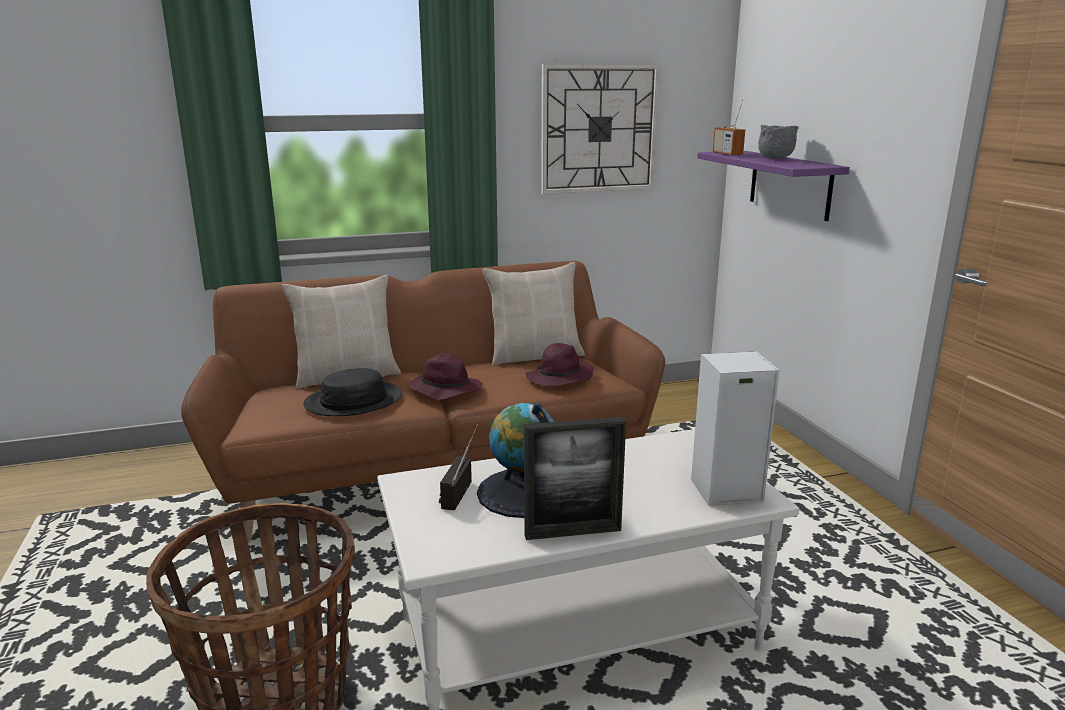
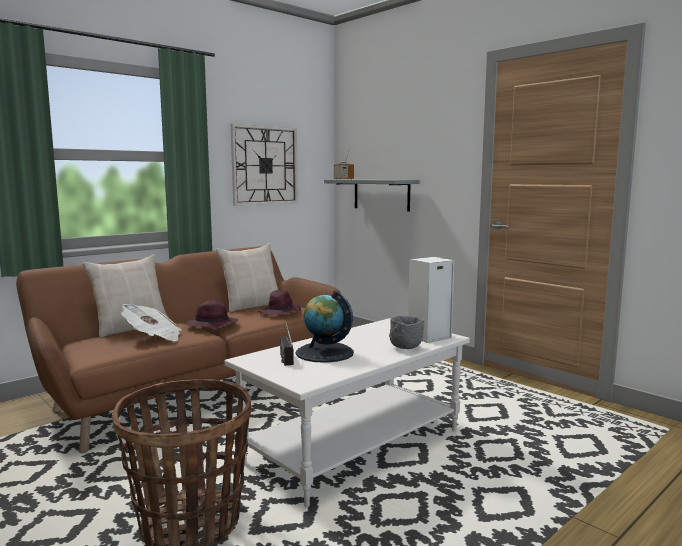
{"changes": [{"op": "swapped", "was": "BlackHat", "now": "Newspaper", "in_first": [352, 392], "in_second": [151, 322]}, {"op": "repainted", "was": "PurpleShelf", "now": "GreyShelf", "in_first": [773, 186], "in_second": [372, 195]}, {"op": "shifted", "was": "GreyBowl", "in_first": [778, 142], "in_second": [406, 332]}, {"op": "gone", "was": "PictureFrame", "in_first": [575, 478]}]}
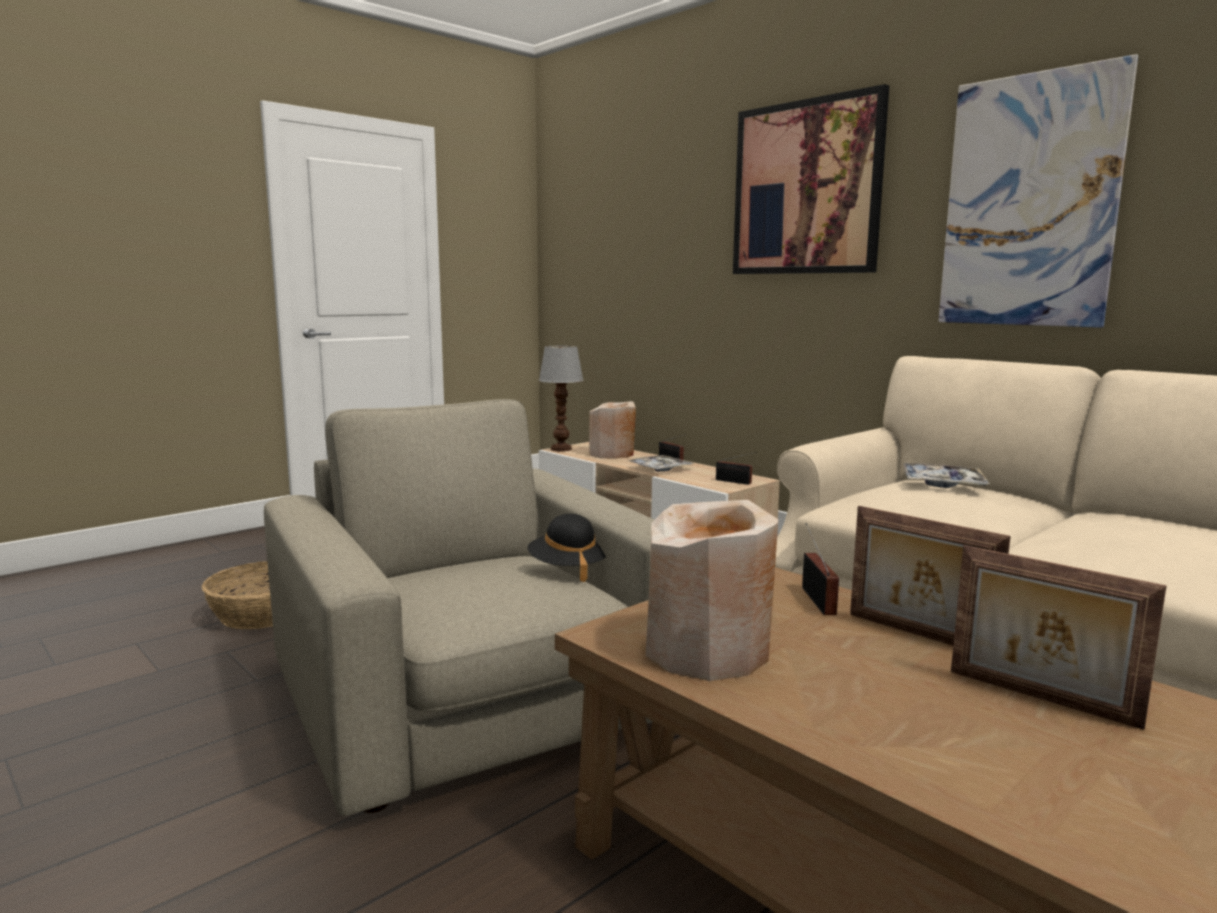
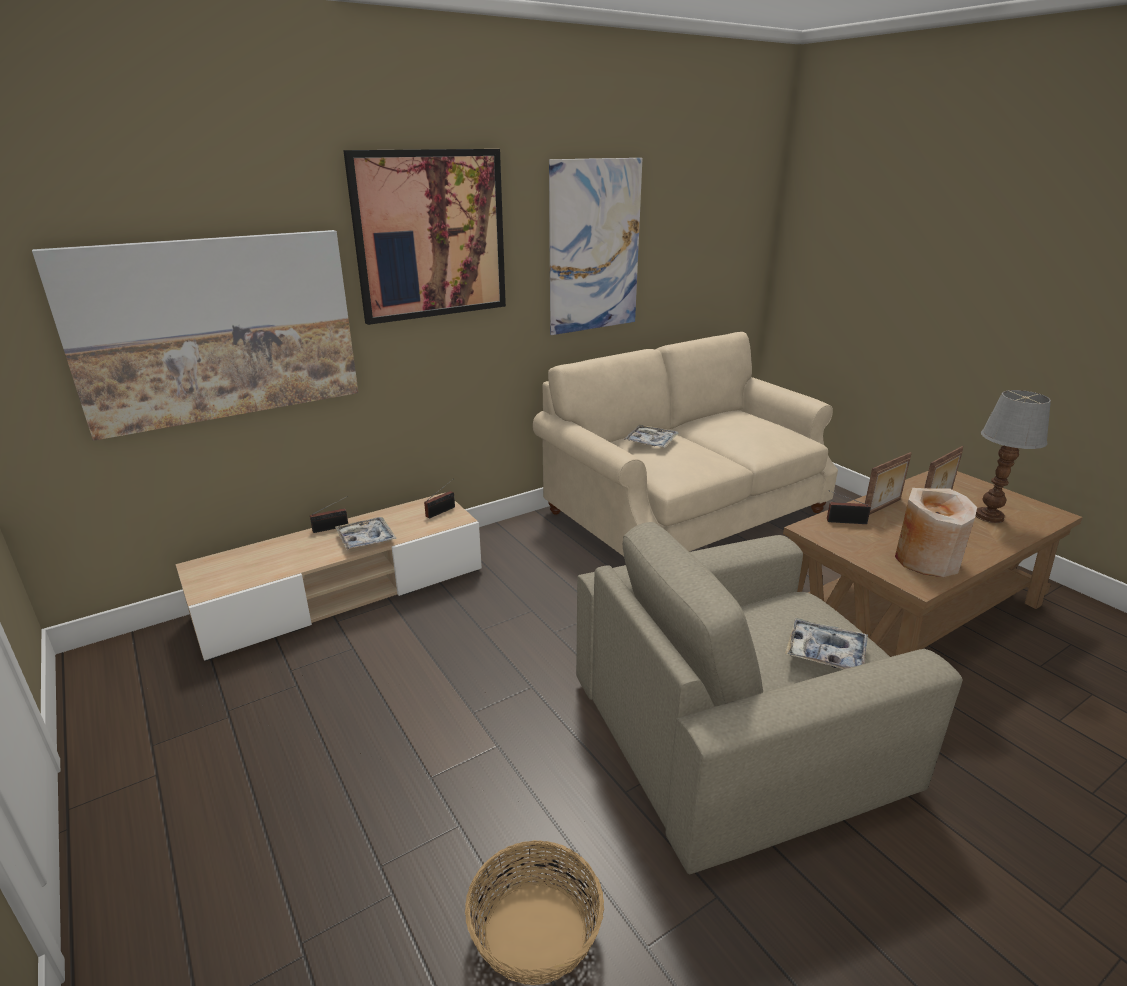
{"changes": [{"op": "new", "now": "Picture", "in_second": [195, 335]}, {"op": "new", "now": "Tray", "in_second": [826, 643]}, {"op": "shifted", "was": "TableLamp", "in_first": [561, 399], "in_second": [1013, 456]}, {"op": "gone", "was": "BlackHat", "in_first": [567, 548]}, {"op": "gone", "was": "BeigeVase", "in_first": [612, 430]}]}
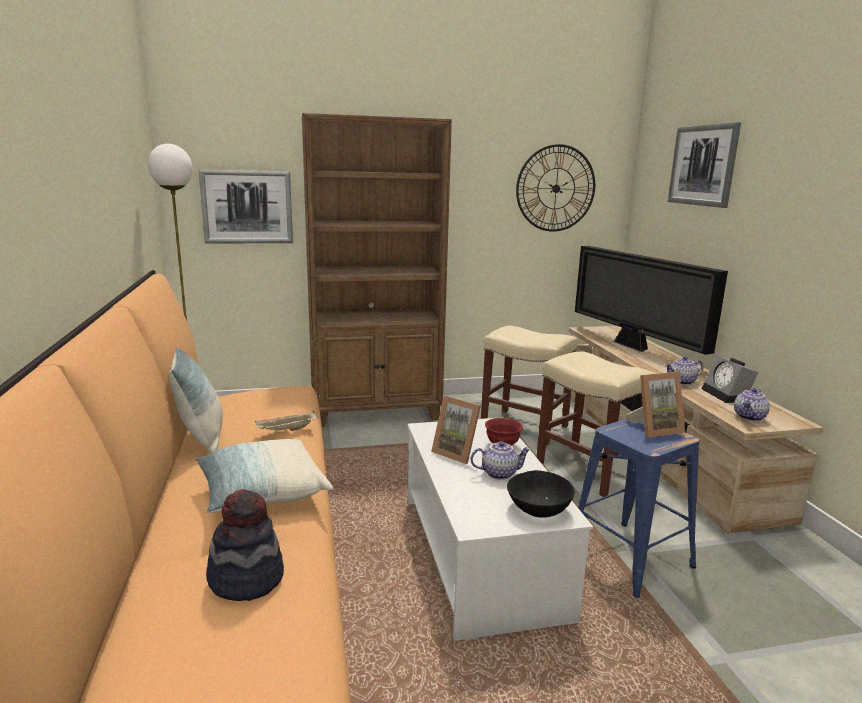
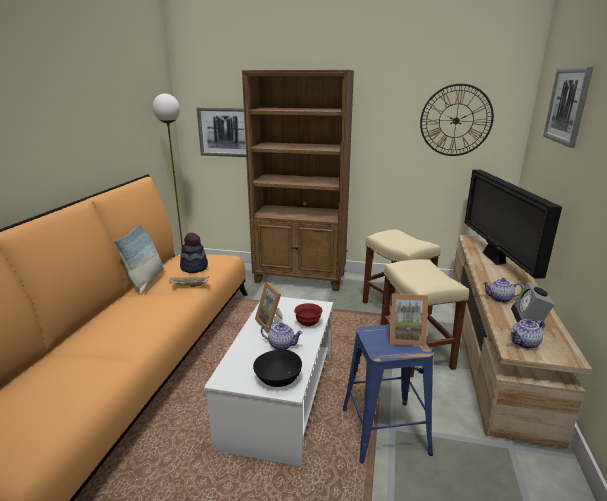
{"changes": [{"op": "shifted", "was": "Hat", "in_first": [245, 545], "in_second": [194, 253]}, {"op": "gone", "was": "Pillow", "in_first": [264, 476]}]}
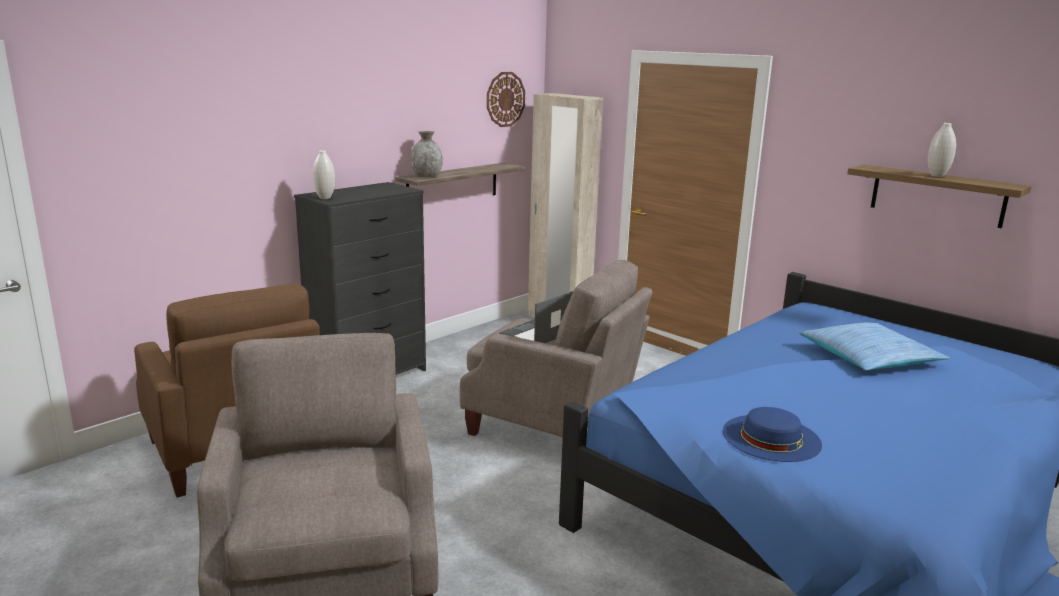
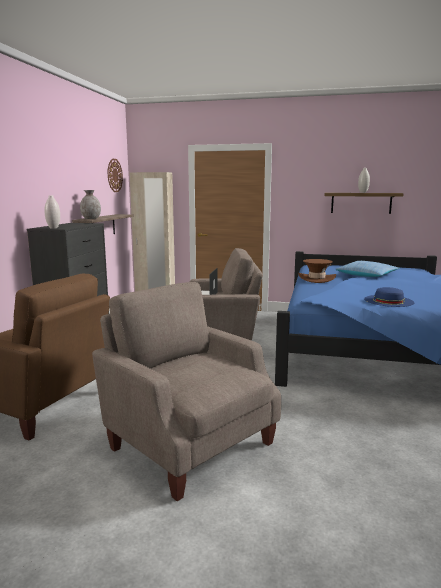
{"changes": [{"op": "new", "now": "BrownHat", "in_second": [317, 271]}]}
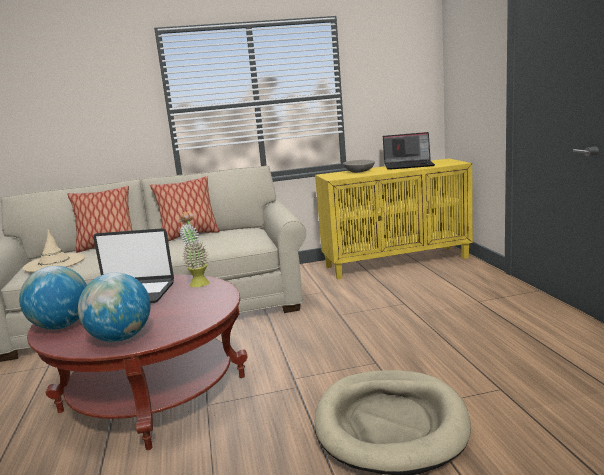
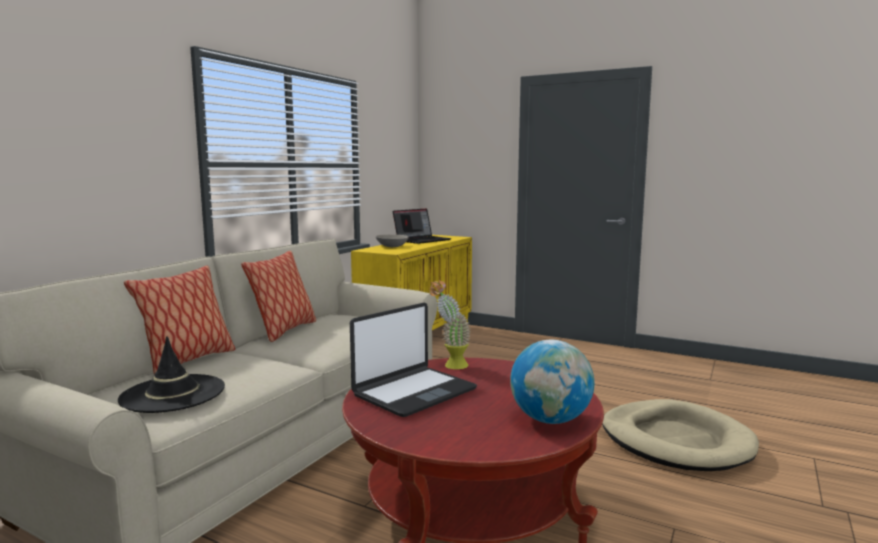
{"changes": [{"op": "repainted", "was": "BeigeHat", "now": "BlackHat", "in_first": [54, 250], "in_second": [171, 374]}, {"op": "gone", "was": "Globe", "in_first": [53, 298]}]}
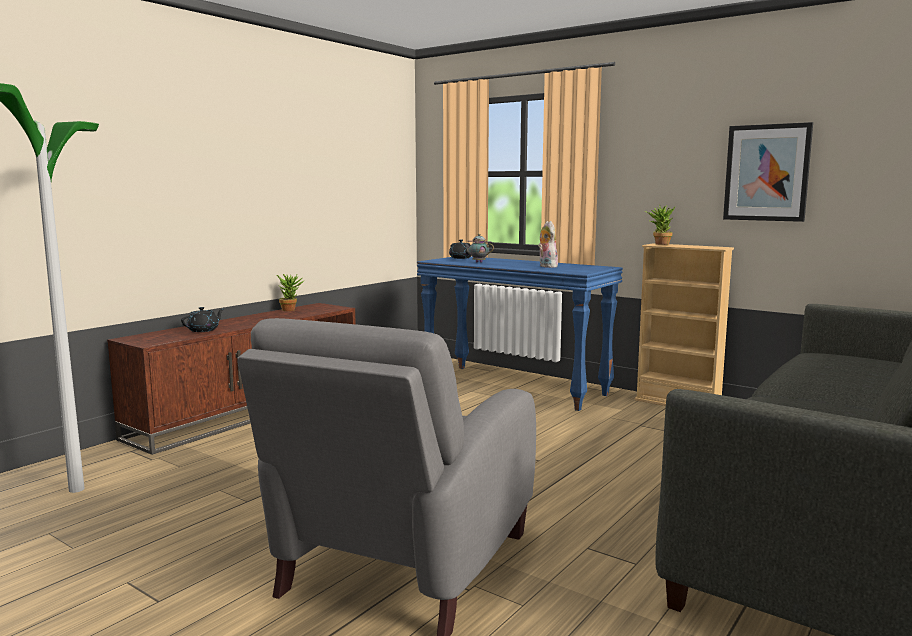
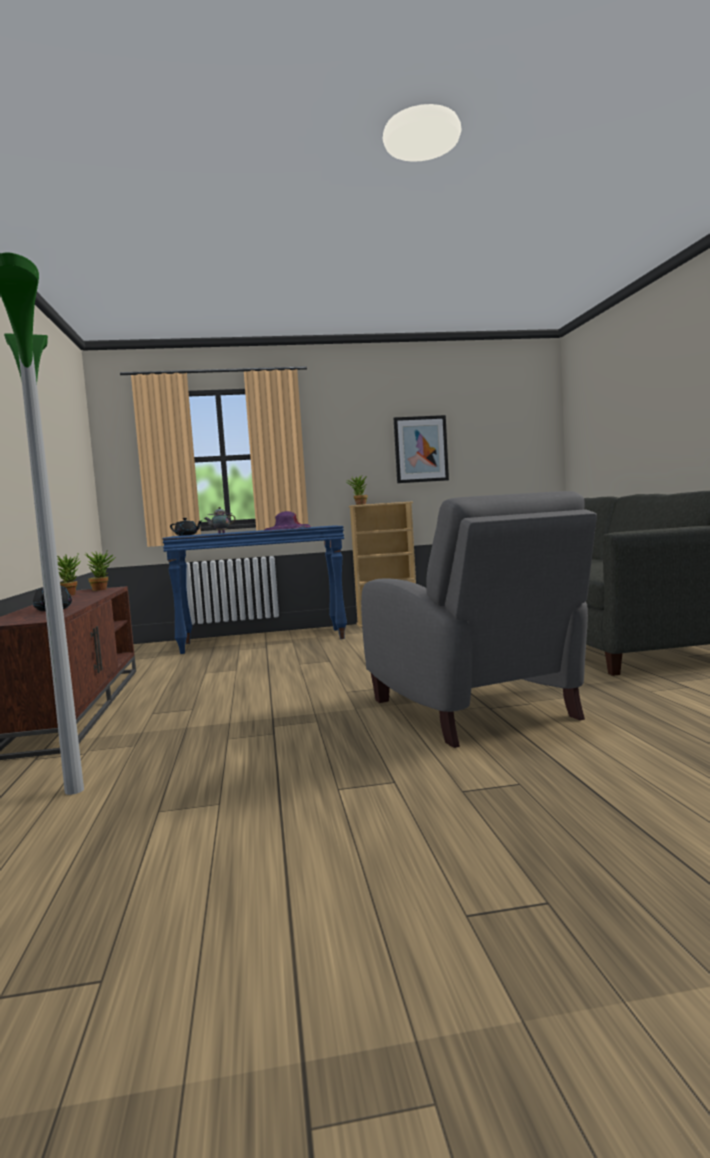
{"changes": [{"op": "new", "now": "PottedPlant", "in_second": [99, 571]}, {"op": "swapped", "was": "PlushToy", "now": "PurpleHat", "in_first": [548, 244], "in_second": [287, 520]}]}
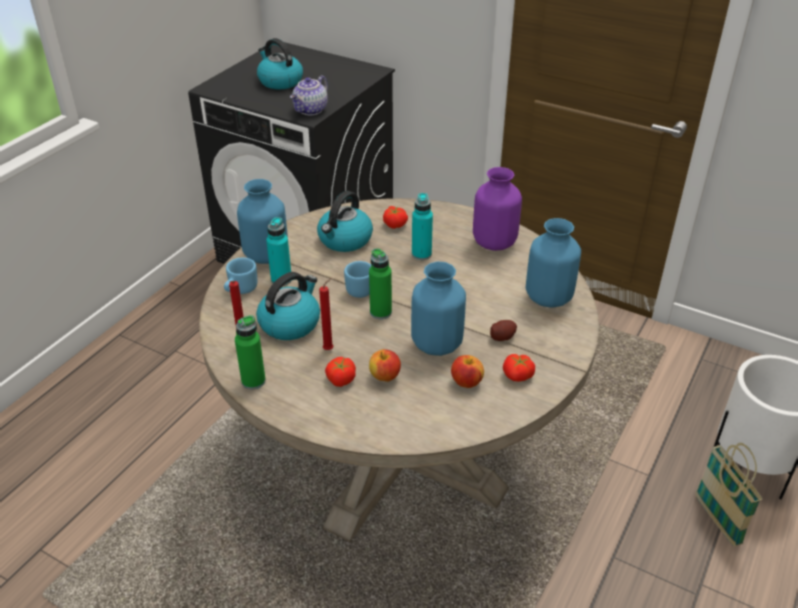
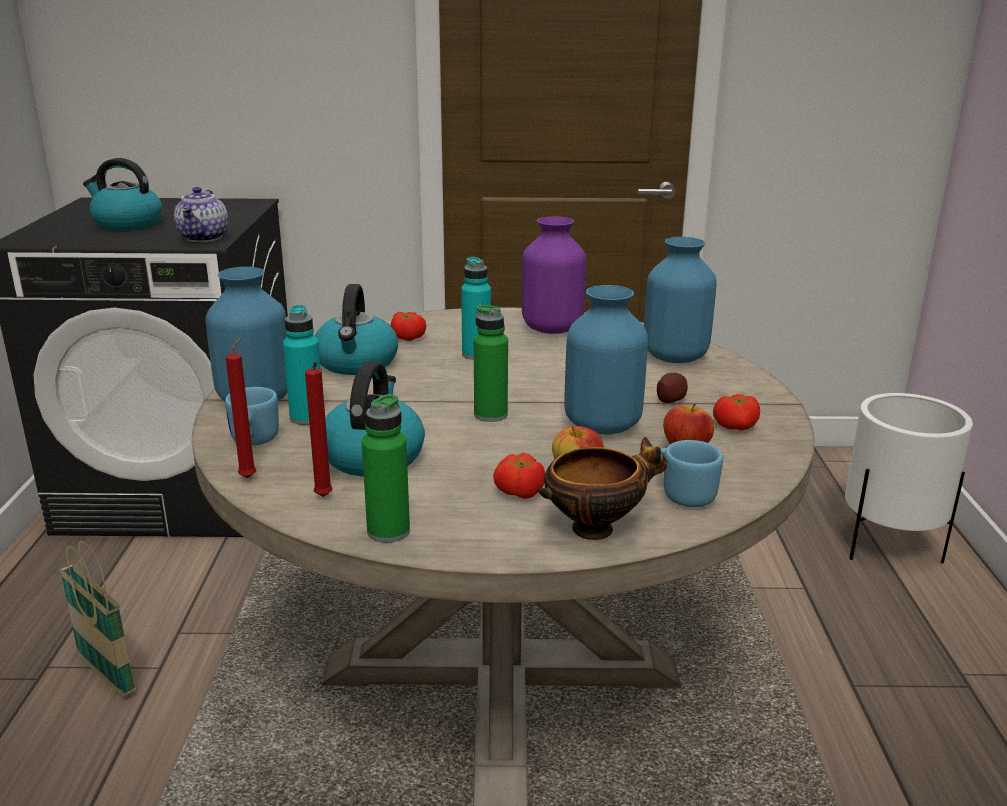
{"changes": [{"op": "shifted", "was": "Basket", "in_first": [729, 494], "in_second": [97, 619]}, {"op": "shifted", "was": "RedCandle", "in_first": [326, 314], "in_second": [241, 407]}, {"op": "new", "now": "Bowl", "in_second": [602, 488]}, {"op": "shifted", "was": "BlueMug", "in_first": [357, 279], "in_second": [692, 473]}]}
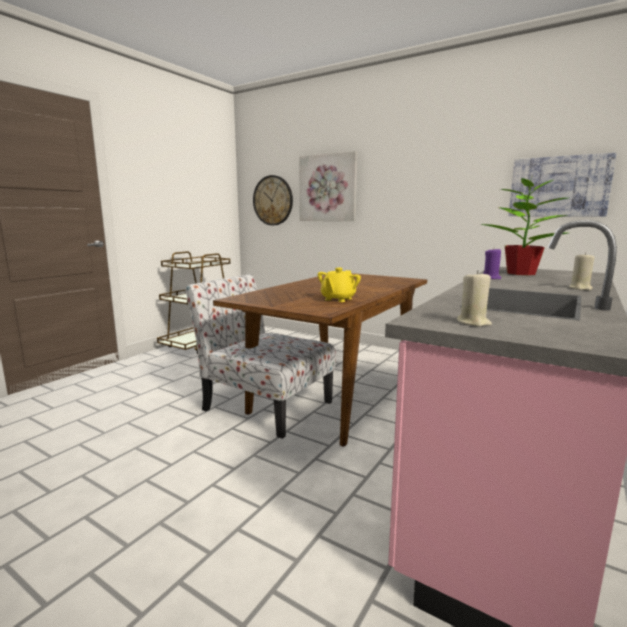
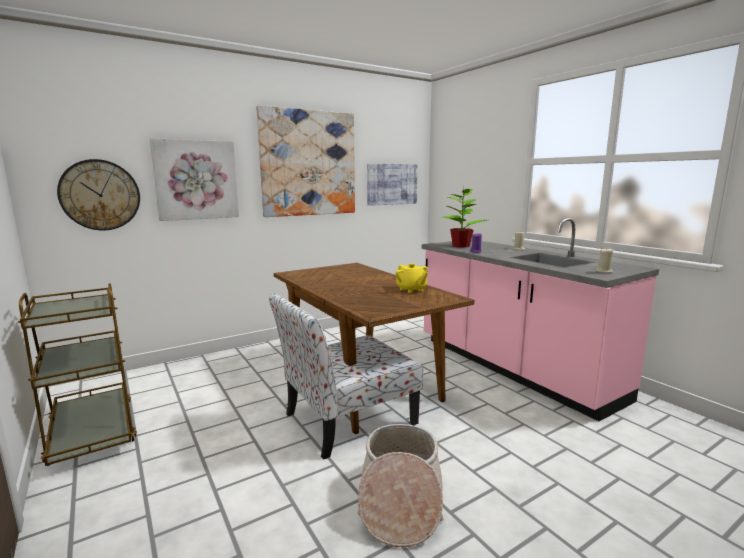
{"changes": [{"op": "new", "now": "Picture", "in_second": [305, 161]}, {"op": "new", "now": "Basket", "in_second": [400, 485]}]}
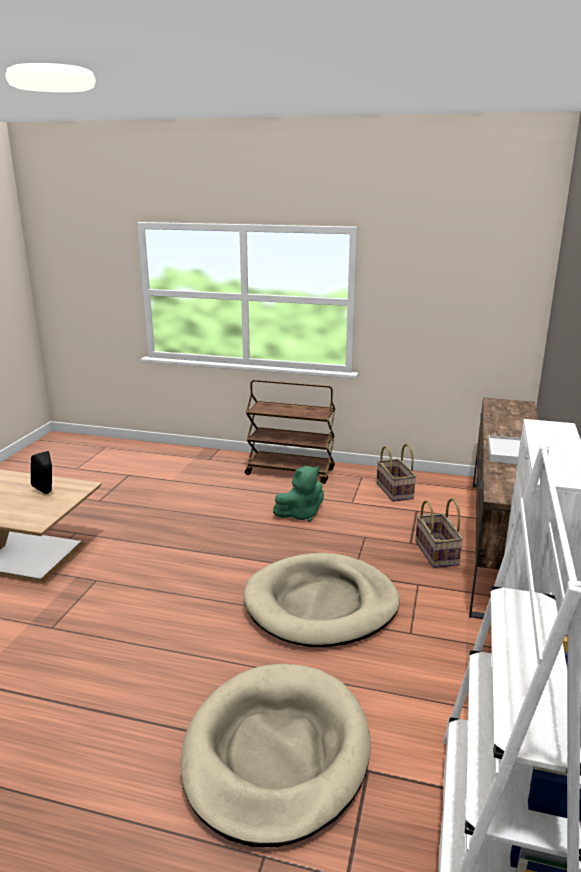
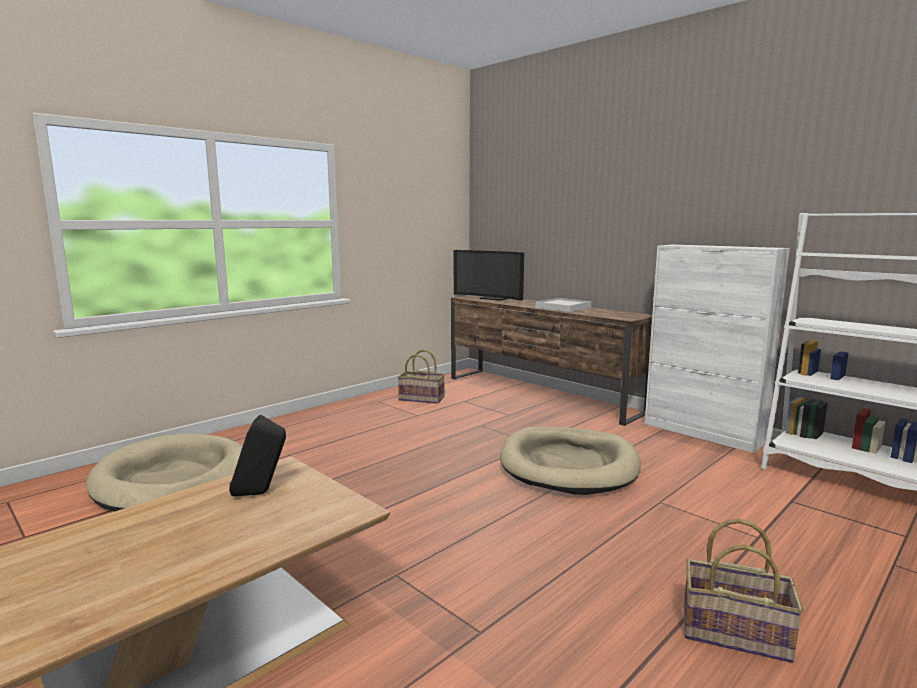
{"changes": [{"op": "shifted", "was": "BeigeDogBed", "in_first": [275, 755], "in_second": [164, 472]}, {"op": "new", "now": "Television", "in_second": [489, 275]}, {"op": "shifted", "was": "Basket", "in_first": [439, 533], "in_second": [744, 590]}, {"op": "gone", "was": "BrownCart", "in_first": [290, 432]}, {"op": "gone", "was": "GreenPlushToy", "in_first": [298, 494]}]}
